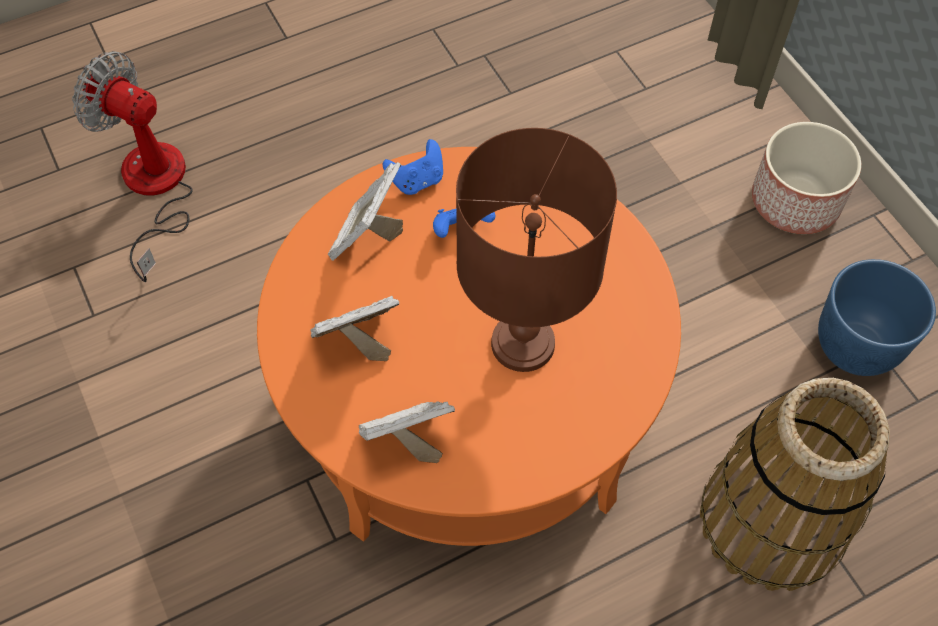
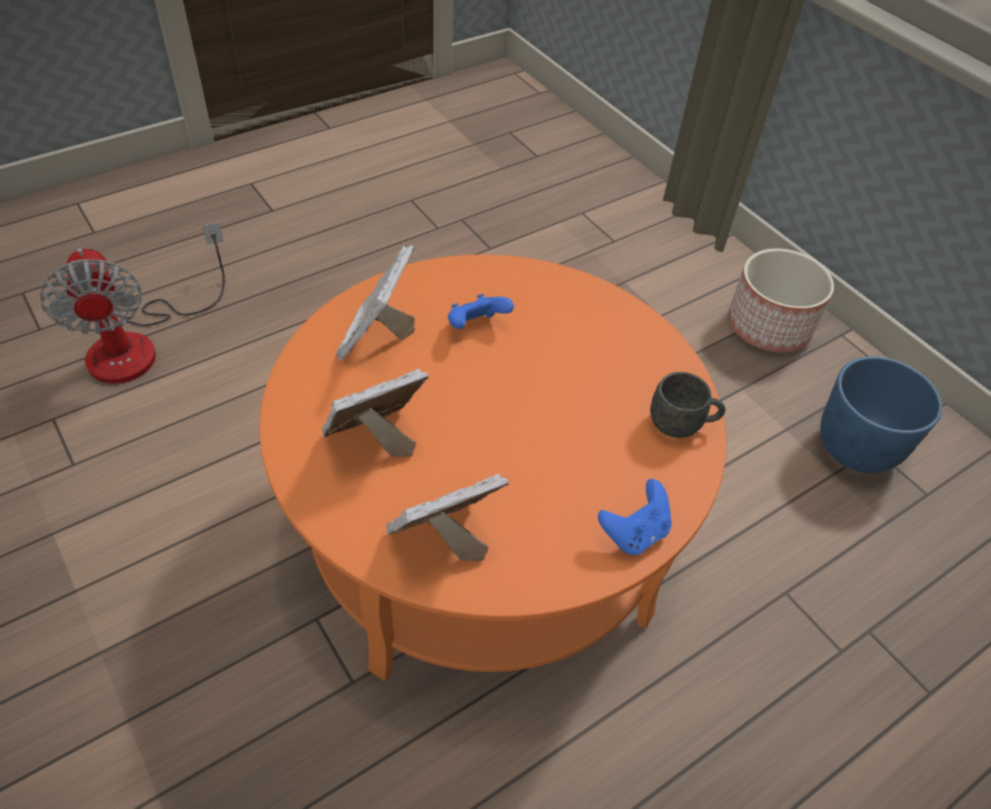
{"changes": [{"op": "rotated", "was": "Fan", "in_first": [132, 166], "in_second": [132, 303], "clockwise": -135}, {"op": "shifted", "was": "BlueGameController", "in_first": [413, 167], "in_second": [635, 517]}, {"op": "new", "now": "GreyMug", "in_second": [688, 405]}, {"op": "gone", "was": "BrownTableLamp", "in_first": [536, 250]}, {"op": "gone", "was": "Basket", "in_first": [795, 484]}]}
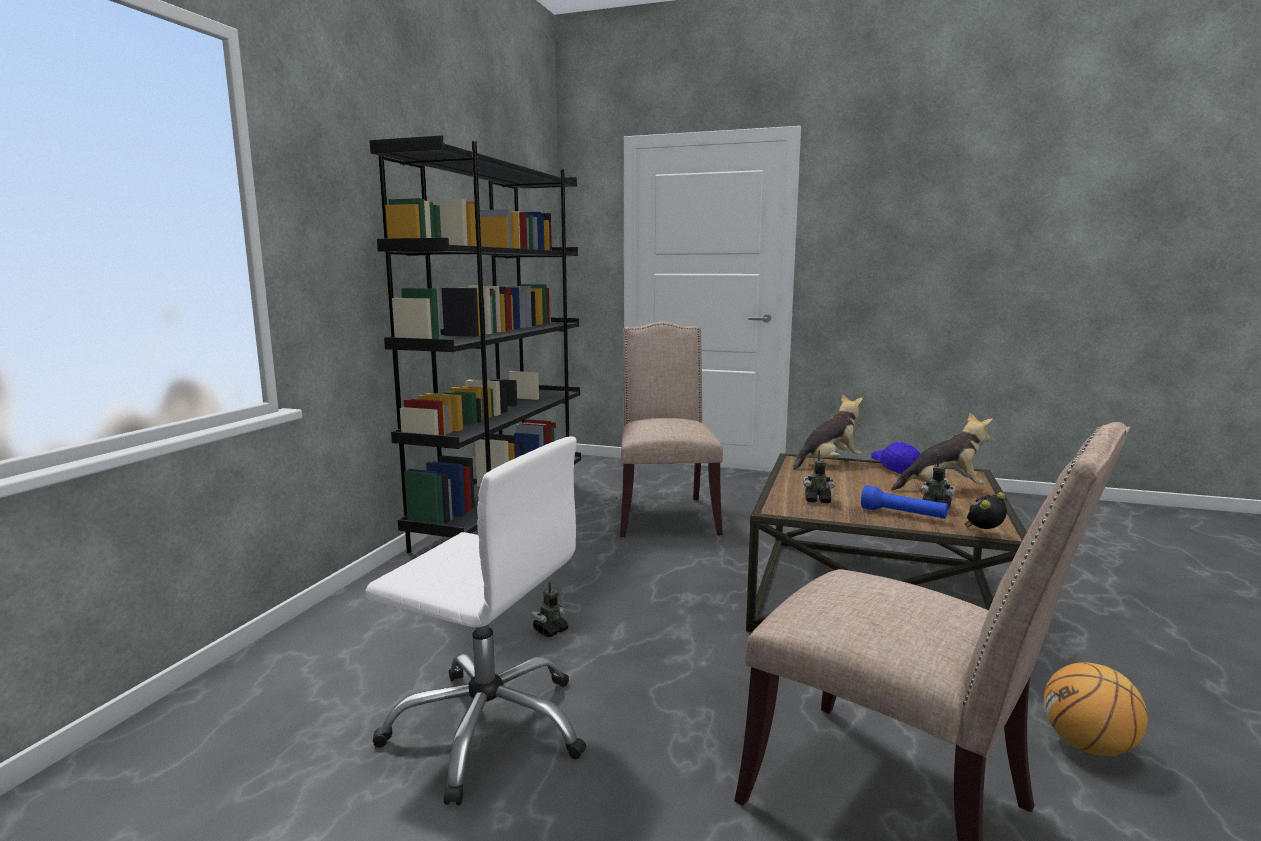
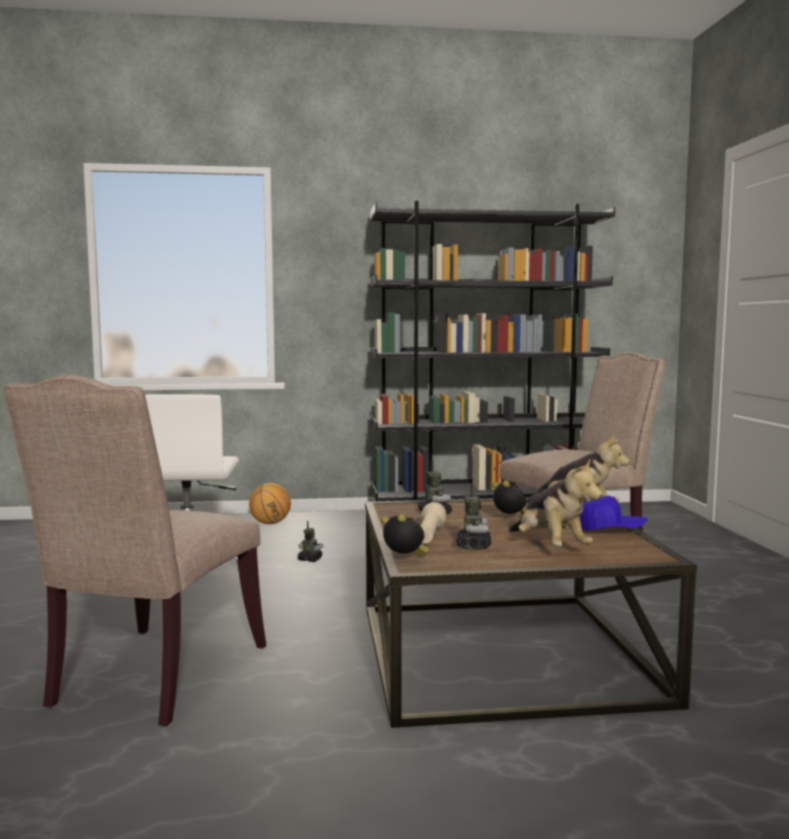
{"changes": [{"op": "shifted", "was": "Basketball", "in_first": [1096, 709], "in_second": [270, 503]}, {"op": "repainted", "was": "BlueFlashlight", "now": "BeigeFlashlight", "in_first": [904, 502], "in_second": [433, 523]}, {"op": "new", "now": "AlarmClock", "in_second": [509, 498]}, {"op": "rotated", "was": "BlueCap", "in_first": [895, 458], "in_second": [614, 513], "clockwise": 60}]}
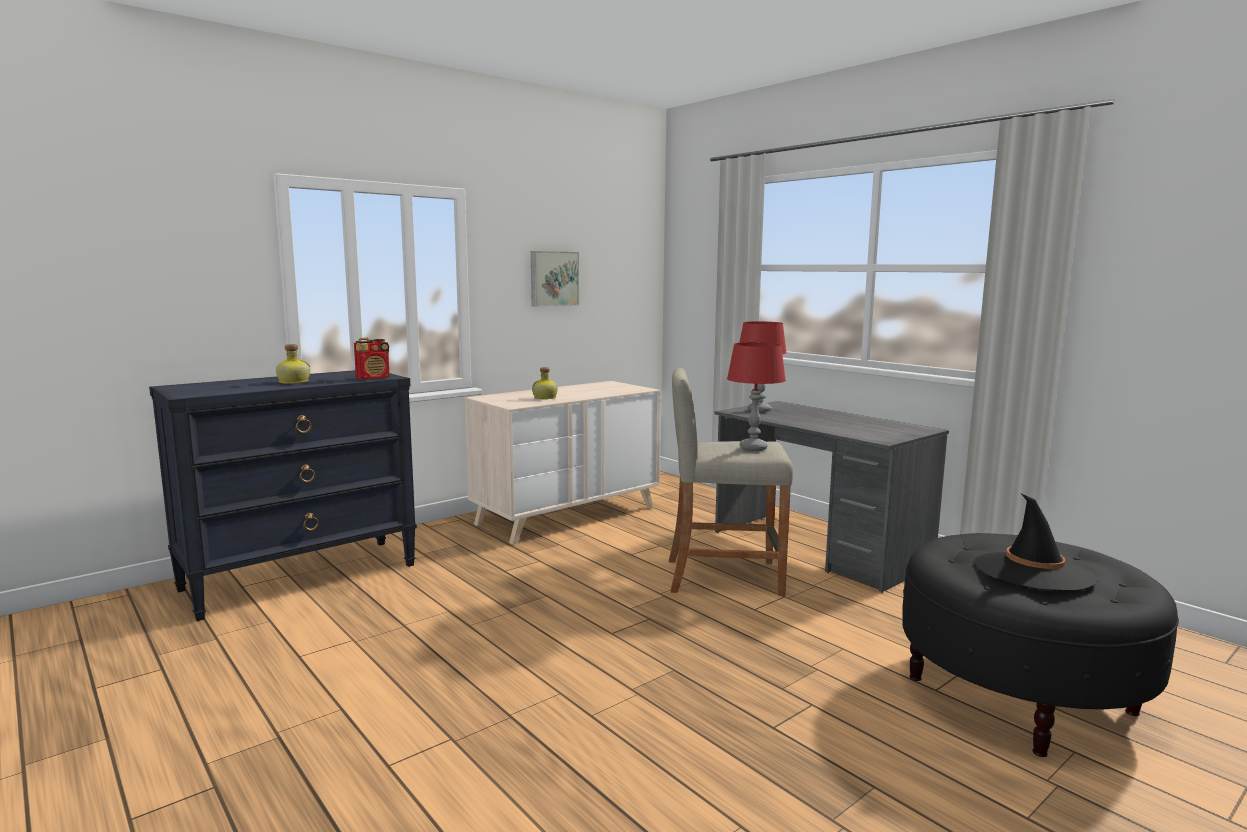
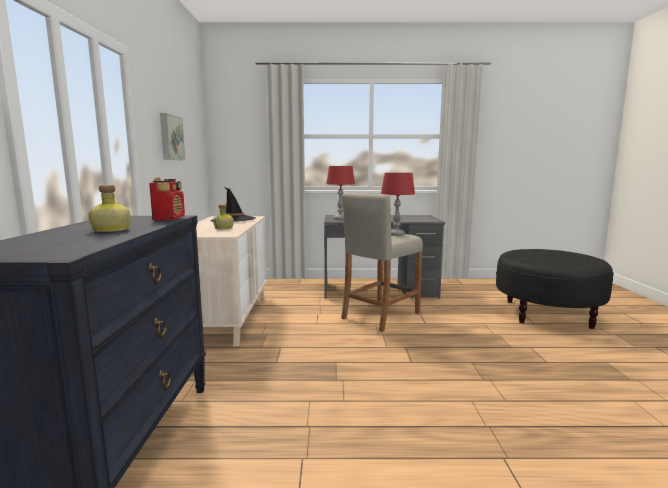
{"changes": [{"op": "shifted", "was": "BlackHat", "in_first": [1035, 542], "in_second": [233, 204]}]}
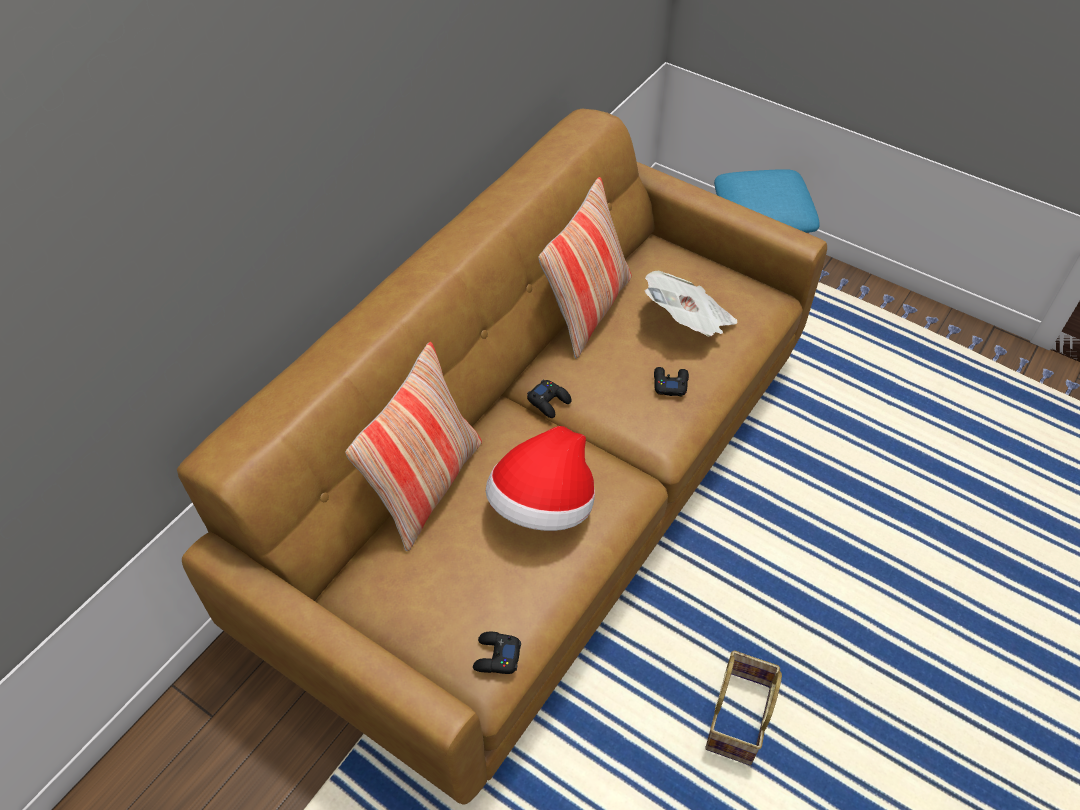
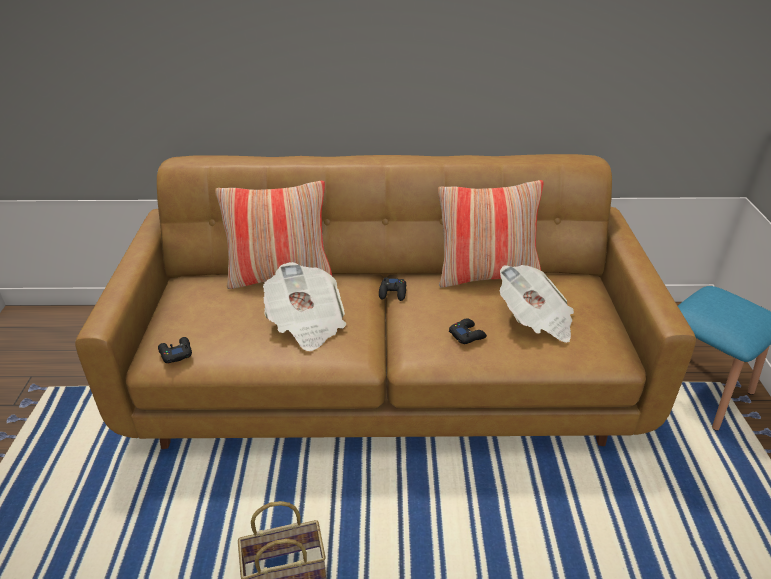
{"changes": [{"op": "swapped", "was": "Hat", "now": "Newspaper", "in_first": [540, 478], "in_second": [304, 306]}]}
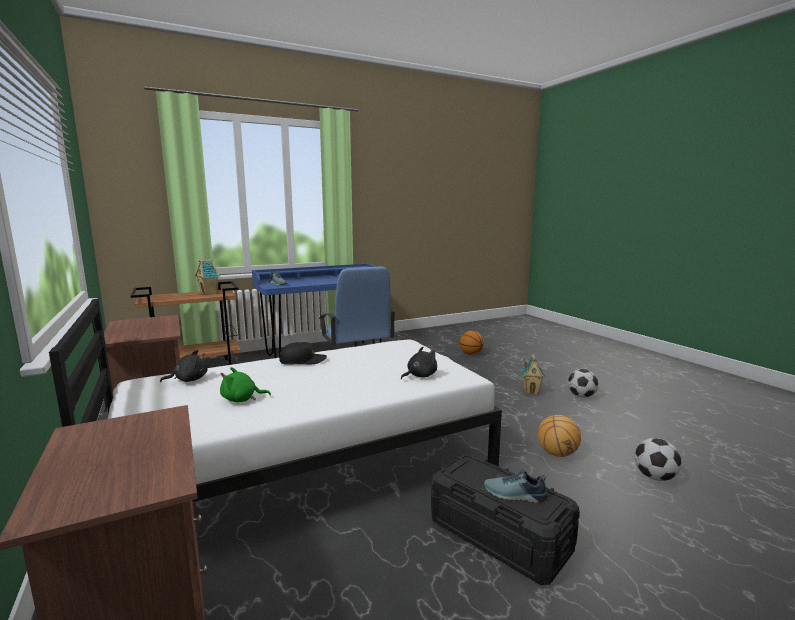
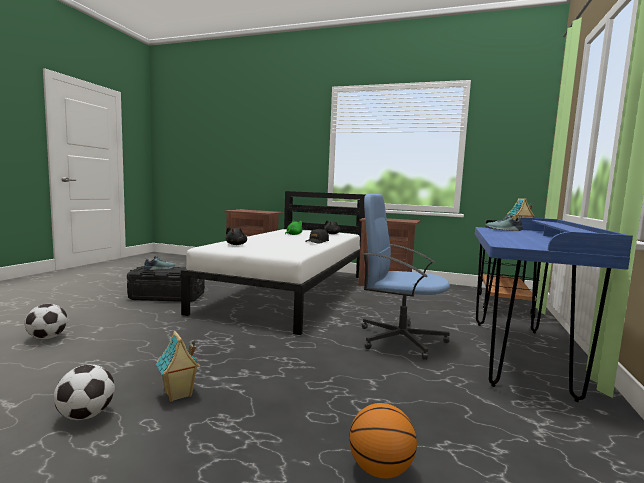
{"changes": [{"op": "gone", "was": "Basketball", "in_first": [559, 436]}]}
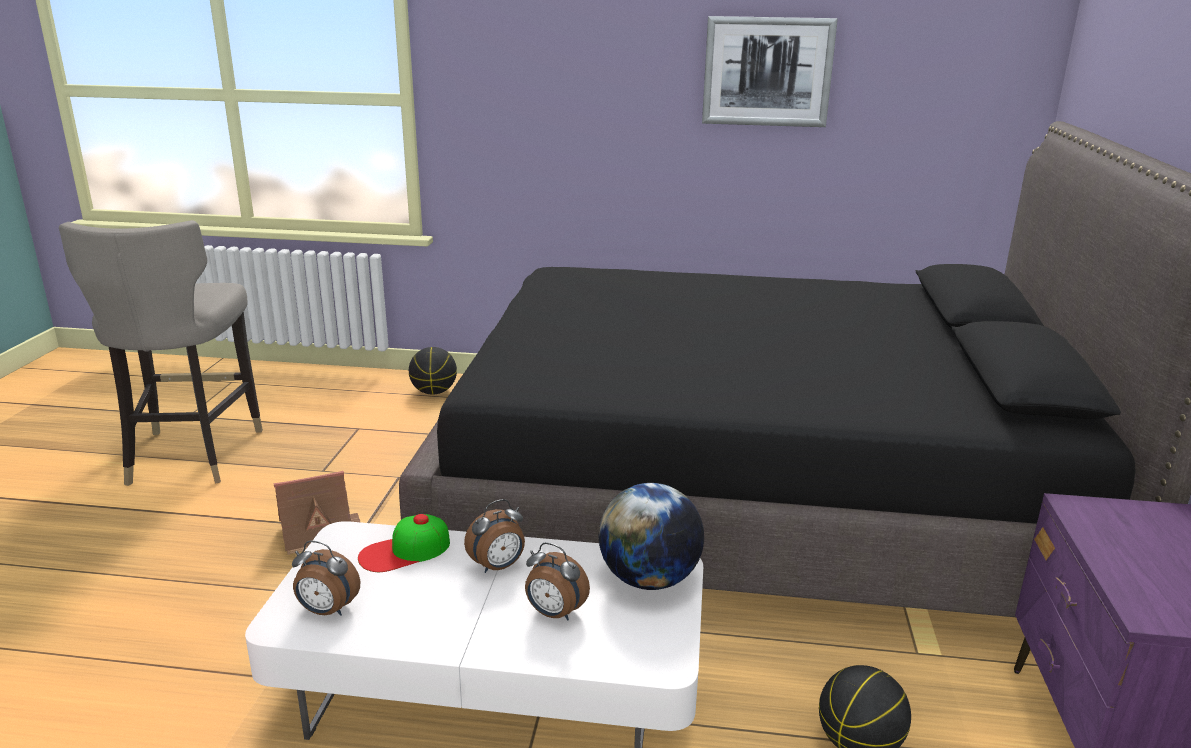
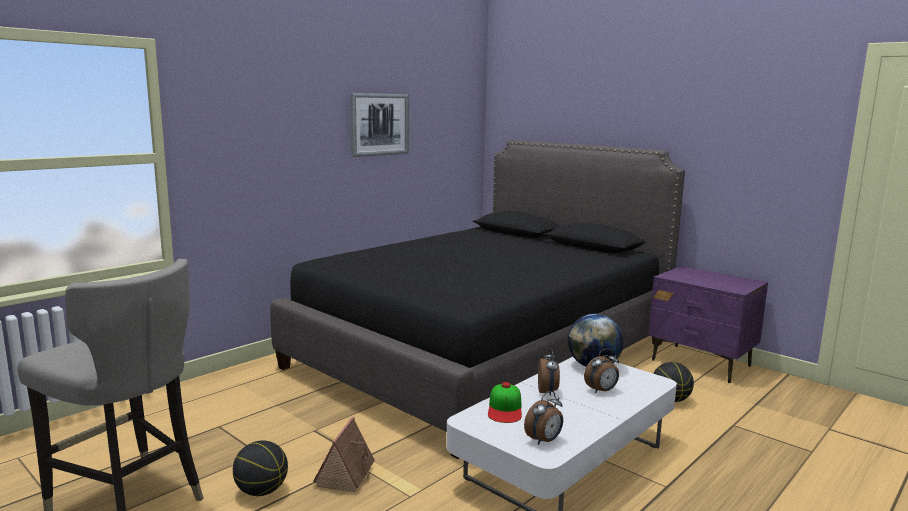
{"changes": [{"op": "shifted", "was": "Basketball", "in_first": [433, 371], "in_second": [260, 468]}]}
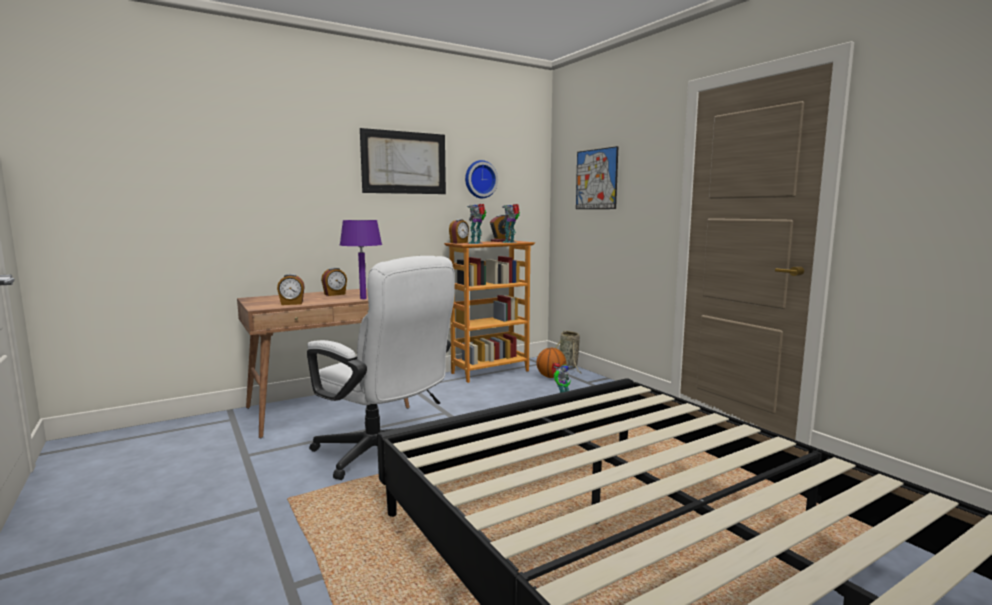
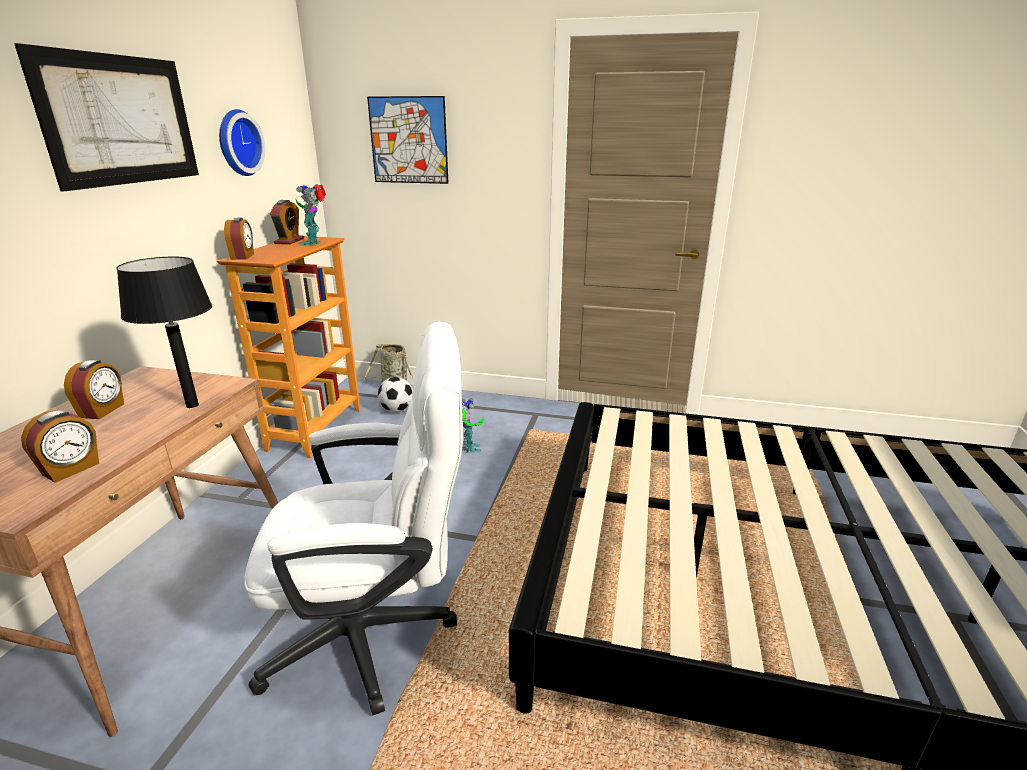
{"changes": [{"op": "repainted", "was": "PurpleTableLamp", "now": "BlackTableLamp", "in_first": [361, 259], "in_second": [164, 332]}, {"op": "swapped", "was": "Basketball", "now": "Football", "in_first": [551, 363], "in_second": [395, 394]}, {"op": "gone", "was": "ToyRobot", "in_first": [476, 224]}]}
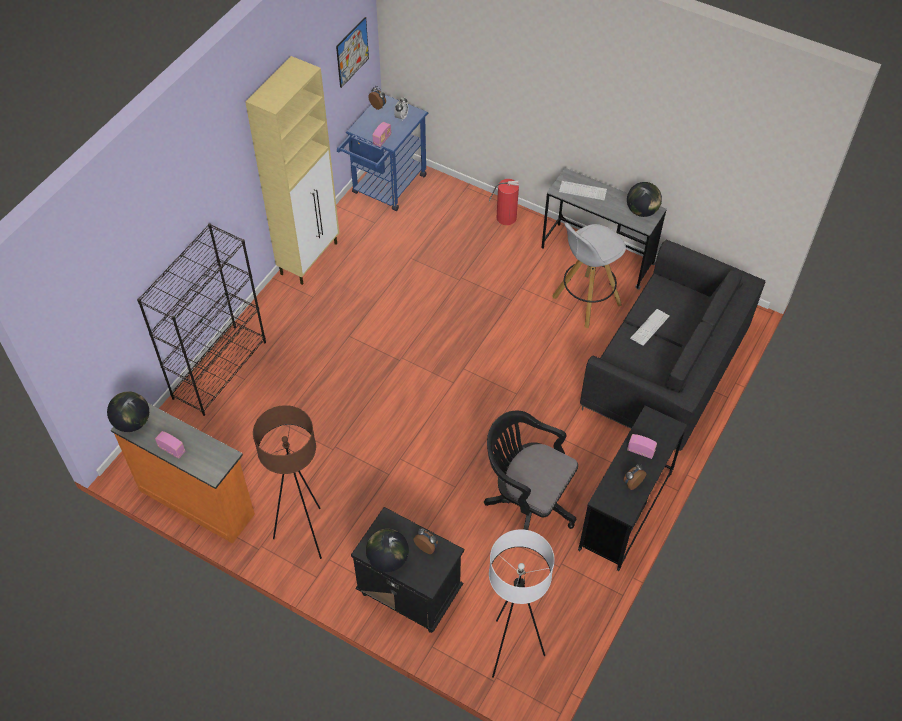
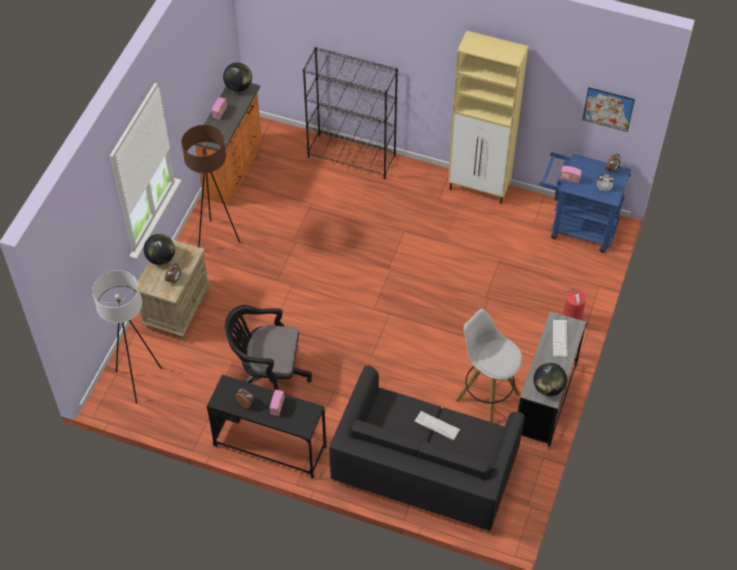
{"changes": [{"op": "repainted", "was": "BlackNightstand", "now": "BeigeNightstand", "in_first": [407, 570], "in_second": [172, 289]}, {"op": "rotated", "was": "BlackOfficeChair", "in_first": [531, 470], "in_second": [268, 348], "clockwise": -105}]}
